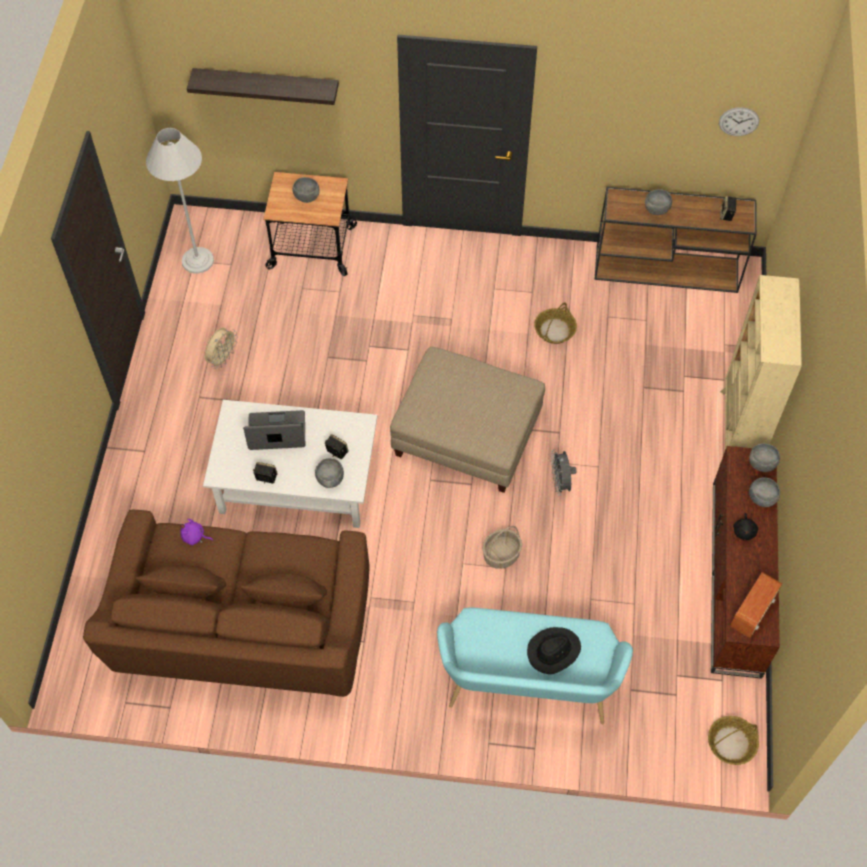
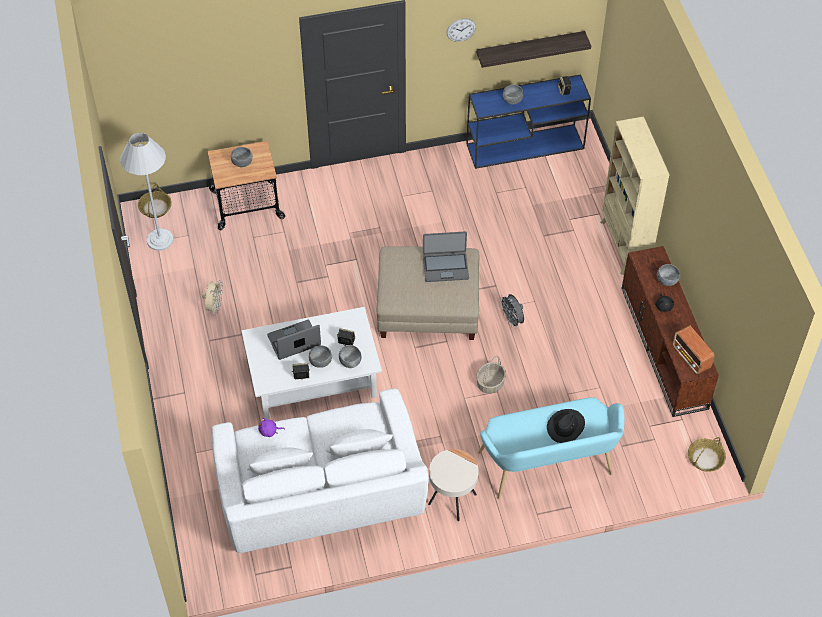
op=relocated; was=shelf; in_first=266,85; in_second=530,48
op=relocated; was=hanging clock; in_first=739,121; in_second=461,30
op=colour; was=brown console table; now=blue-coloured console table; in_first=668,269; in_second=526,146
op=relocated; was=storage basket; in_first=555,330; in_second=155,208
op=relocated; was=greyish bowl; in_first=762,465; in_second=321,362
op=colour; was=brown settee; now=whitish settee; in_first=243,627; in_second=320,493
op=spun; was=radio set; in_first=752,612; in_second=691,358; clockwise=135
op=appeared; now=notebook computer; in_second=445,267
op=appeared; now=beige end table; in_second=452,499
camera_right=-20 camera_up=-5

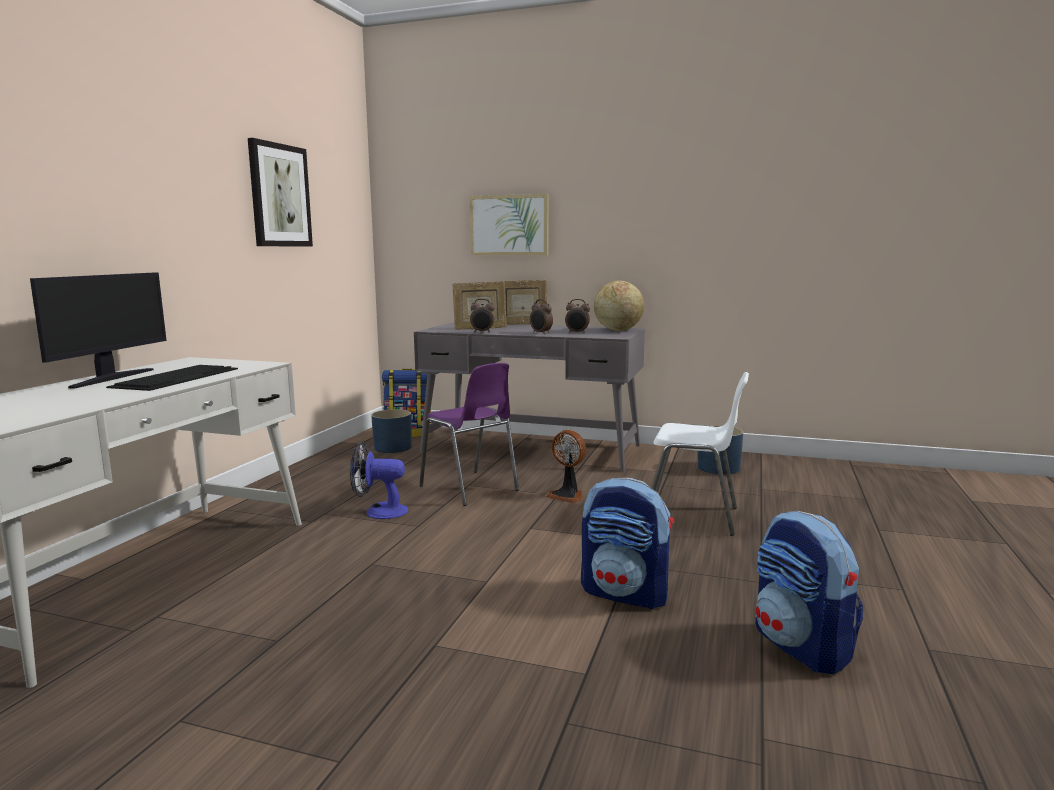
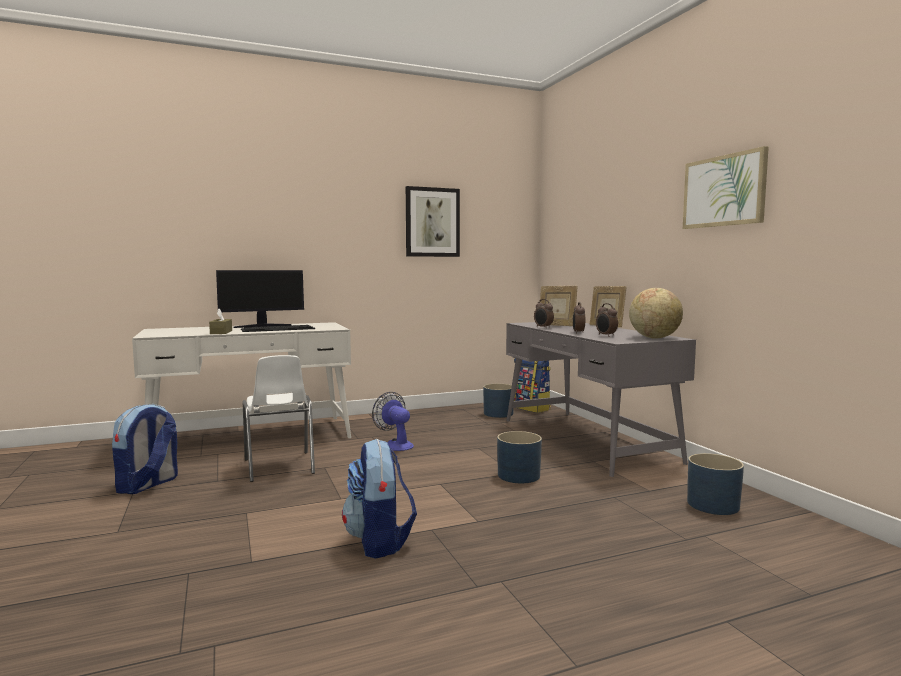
op=relocated; was=wall art; in_first=509,225; in_second=724,191
op=missing; was=purplish plain chair; in_first=470,489
op=relocated; was=whitish plain chair; in_first=693,517; in_second=279,467
op=exchanged; was=cooling fan; now=blue-coloured planter; in_first=567,495; in_second=519,476
op=relocated; was=knapsack; in_first=802,647; in_second=147,485
op=appeared; now=brown tissue box; in_second=221,332
camera_right=50 camera_up=-5

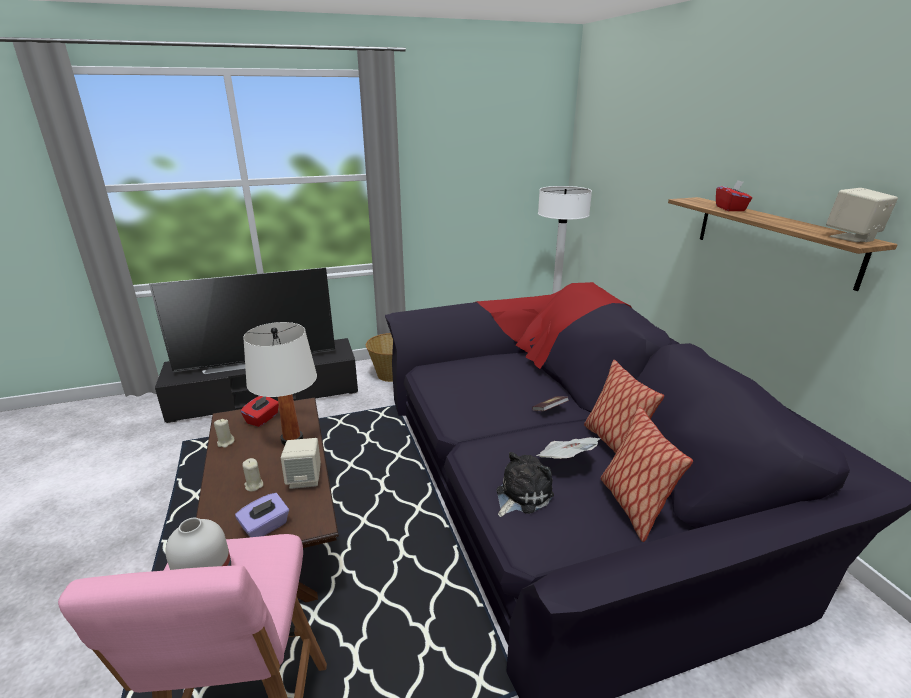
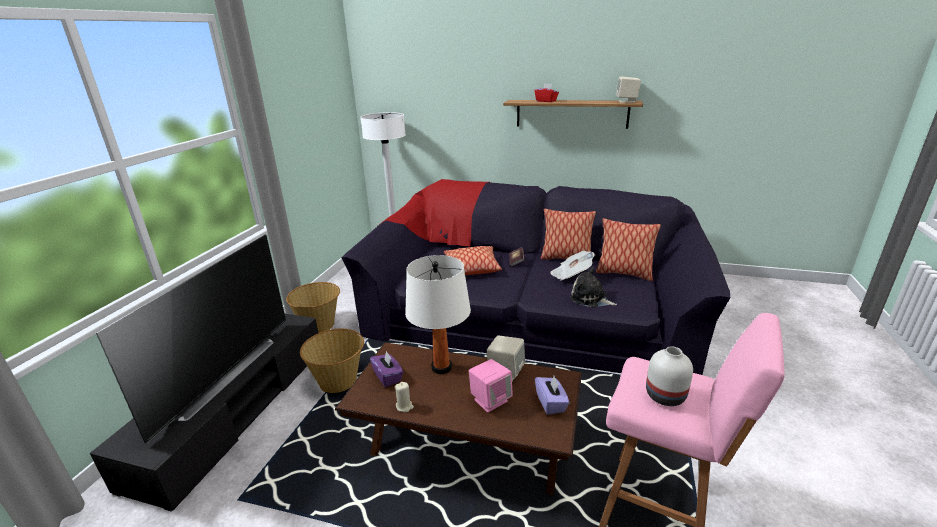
op=colour; was=red tissue box; now=purplish tissue box; in_first=262,419; in_second=388,377
op=spun; was=cuddly toy; in_first=521,495; in_second=590,299; clockwise=-45
op=exchanged; was=beige wax candle; now=pink-coloured speaker; in_first=254,485; in_second=490,400
op=appeared; now=cushion; in_second=471,268
op=appeared; now=storage basket; in_second=338,381
camera_right=-55 camera_up=0

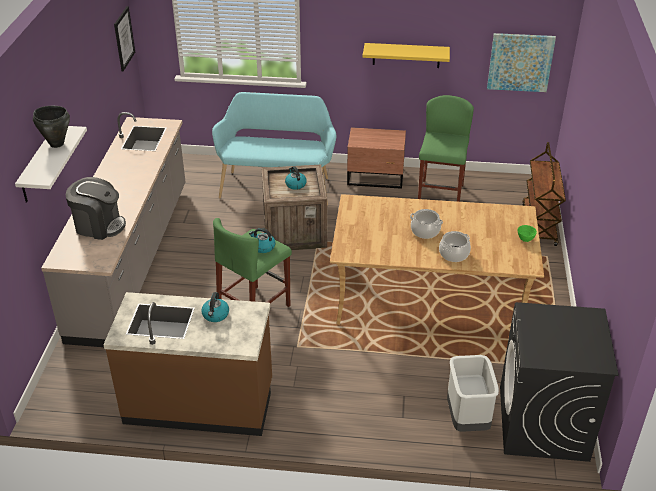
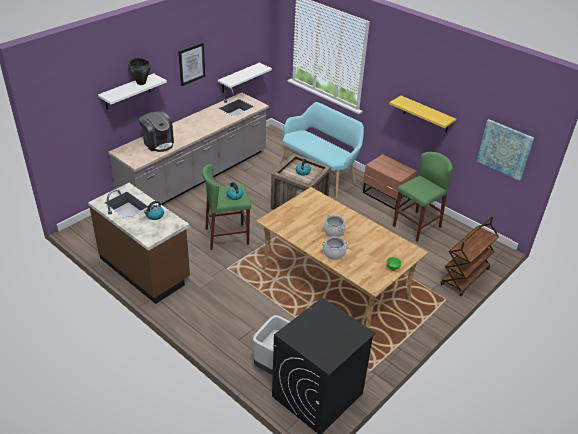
op=relocated; was=wall art; in_first=124,38; in_second=191,64
op=appeared; now=whitish shelf; in_second=239,78
camera_right=35 camera_up=0

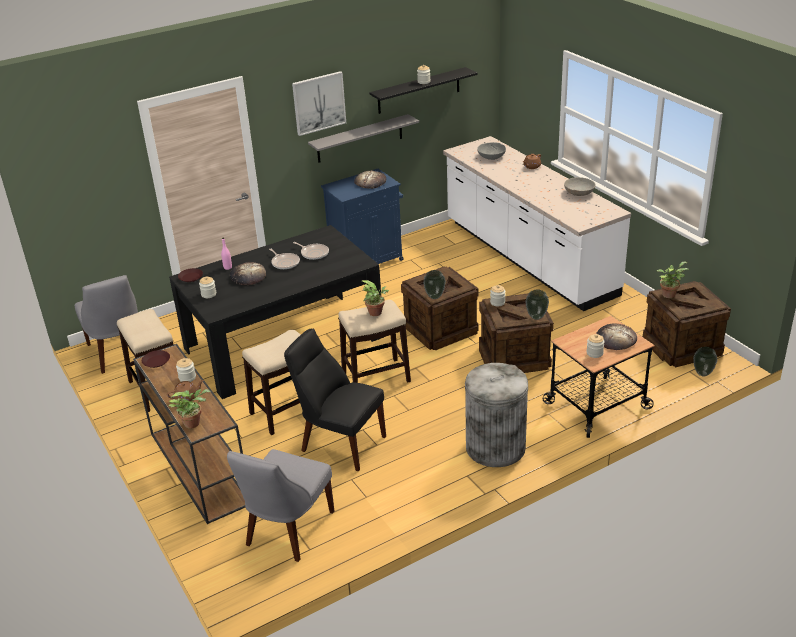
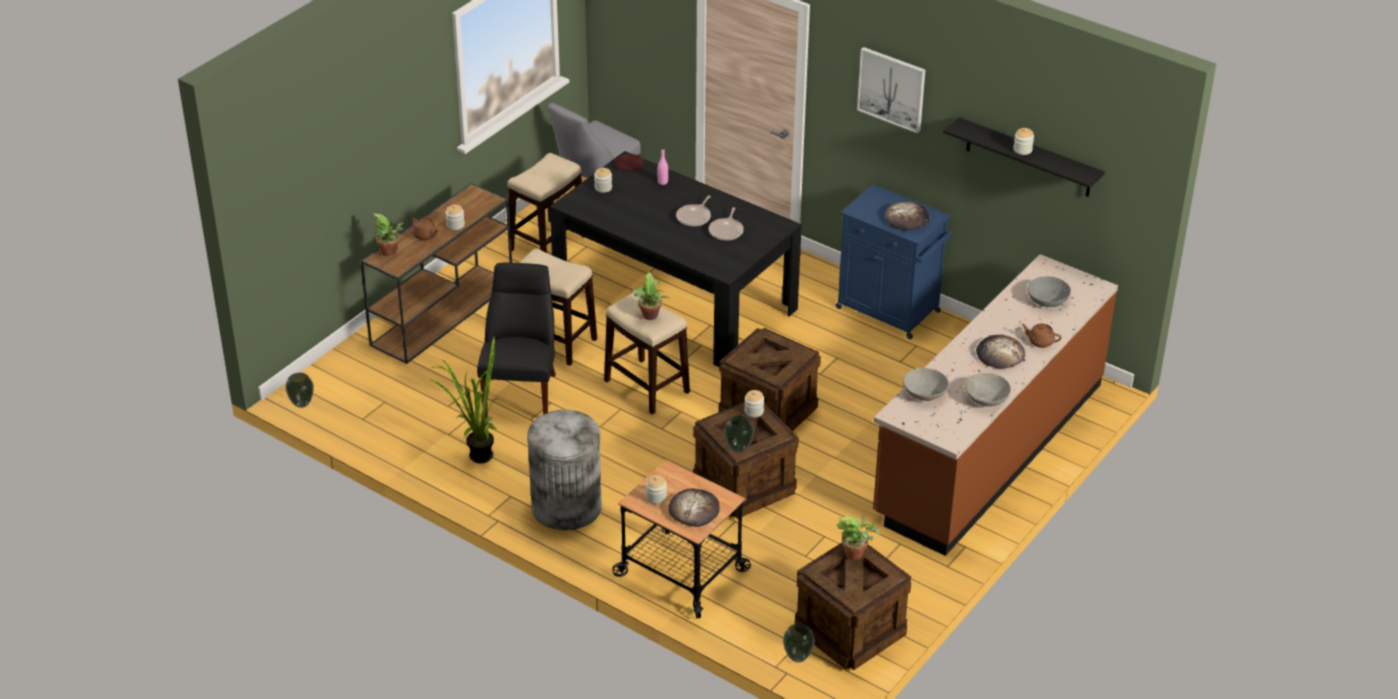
op=missing; was=greyish shelf; in_first=360,138
op=colour; was=whitish counter; now=brown counter; in_first=528,258; in_second=988,449
op=relocated; was=bread; in_first=248,276; in_second=1000,354
op=relocated; was=decorative vase; in_first=435,297; in_second=301,404
op=missing; was=brown flat dish; in_first=156,361
op=missing; was=greyish plain chair; in_first=287,531
op=appeared; now=houseplant; in_second=475,456
op=appeared; now=greyish bowl; in_second=925,393
camera_right=65 camera_up=5

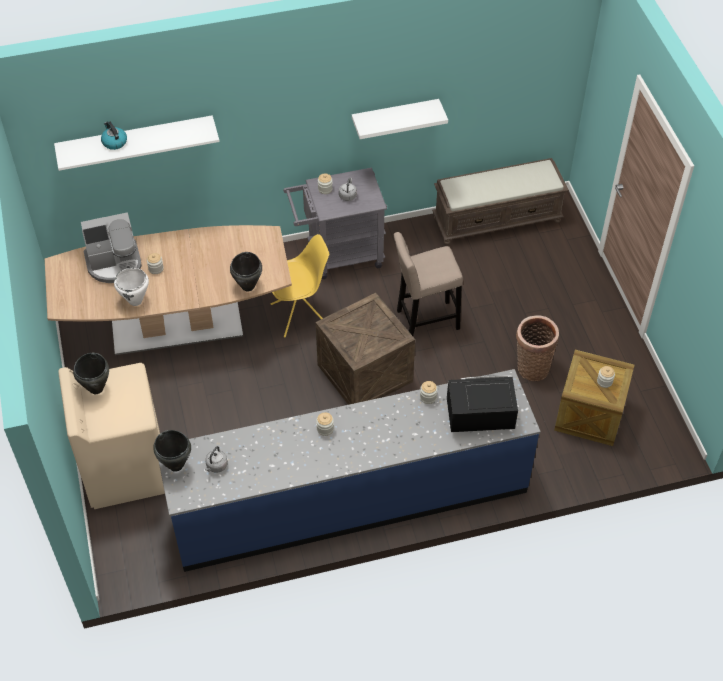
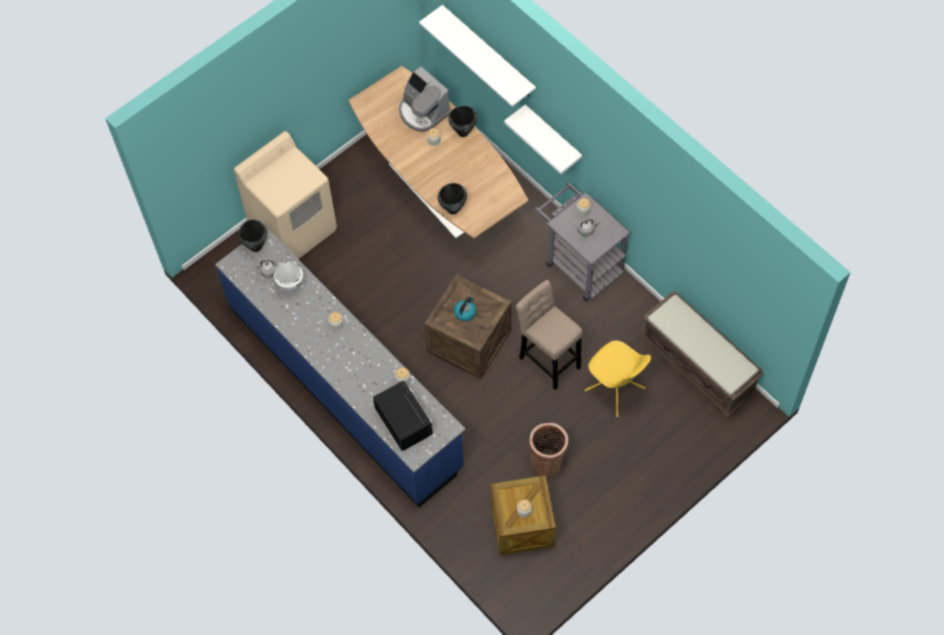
op=relocated; was=whitish shelf; in_first=395,116; in_second=553,136
op=relocated; was=water kettle; in_first=114,142; in_second=465,312
op=relocated; was=yellow-coloured plain chair; in_first=300,314; in_second=615,390
op=relocated; was=whitish stockpot; in_first=136,301; in_second=291,287
op=relocated; was=black stockpot; in_first=96,388; in_second=462,132
camera_right=65 camera_up=10

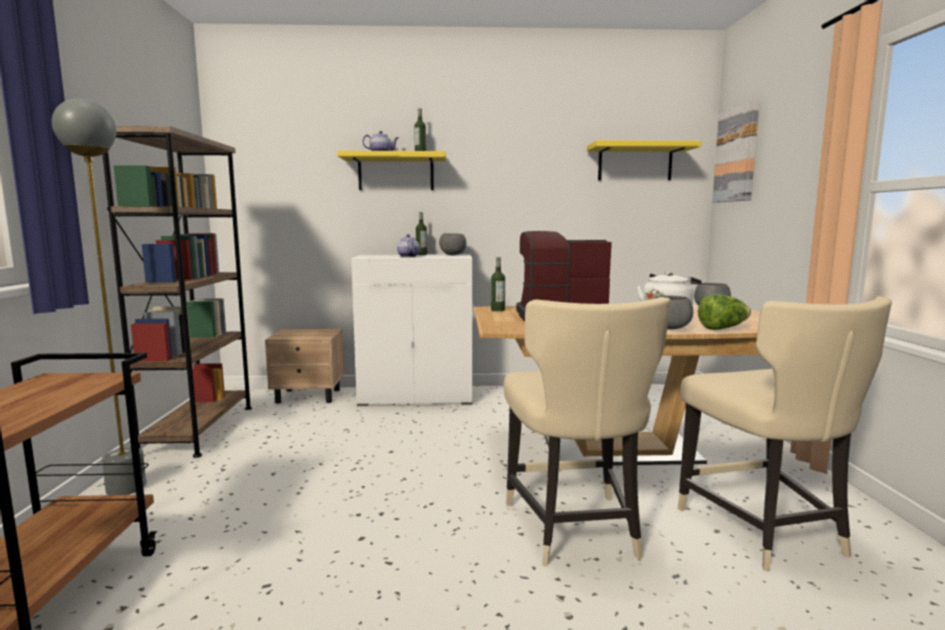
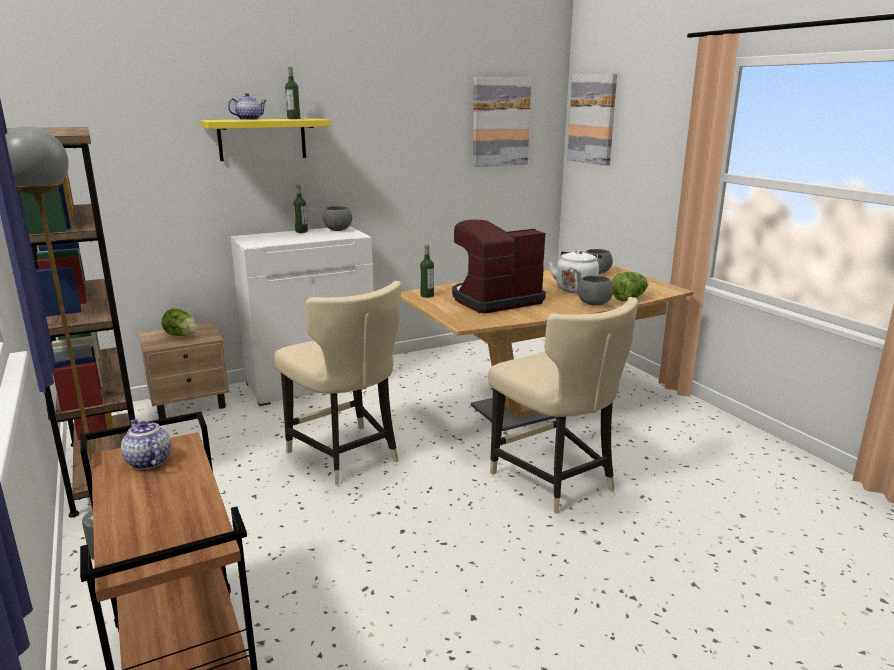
op=exchanged; was=yellow-coloured shelf; now=wall art; in_first=635,163; in_second=500,122
op=relocated; was=tea pot; in_first=408,256; in_second=147,461
op=relocated; was=beige plain chair; in_first=764,531; in_second=346,456
op=appeared; now=lettuce head; in_second=182,335
camera_right=-25 camera_up=10

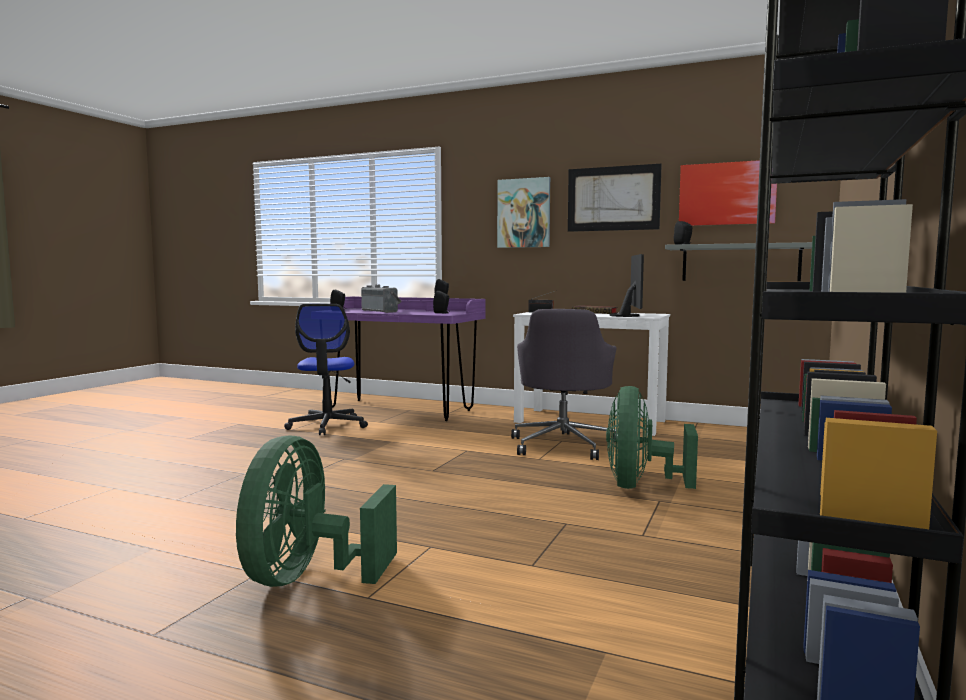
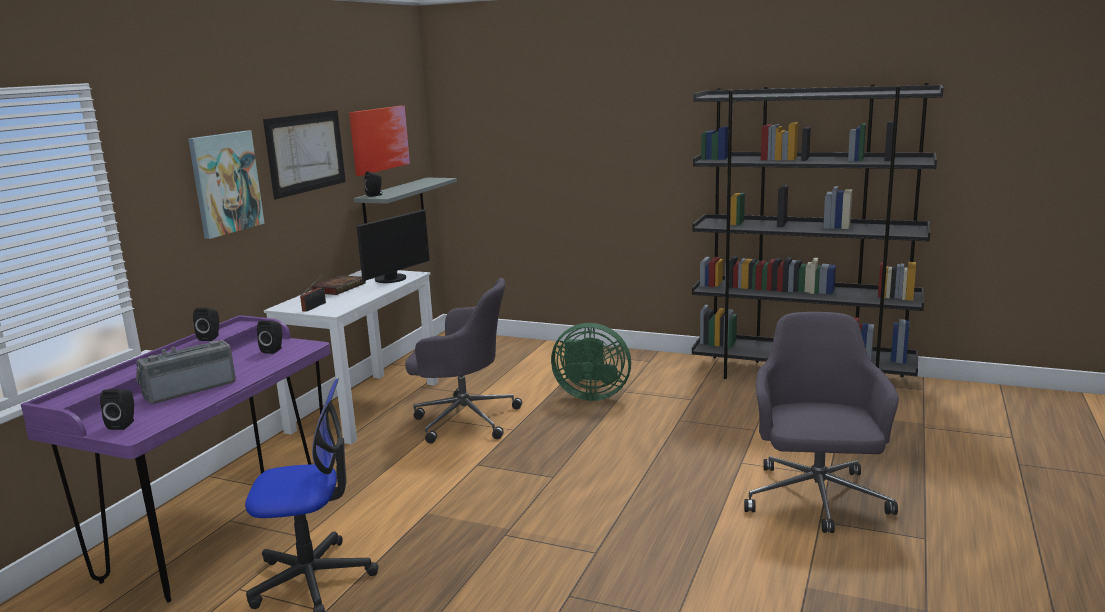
op=spun; was=computer screen; in_first=628,315; in_second=393,279; clockwise=120
op=exchanged; was=greenish cooling fan; now=greyish desk chair; in_first=308,577; in_second=816,500
camera_right=-90 camera_up=10

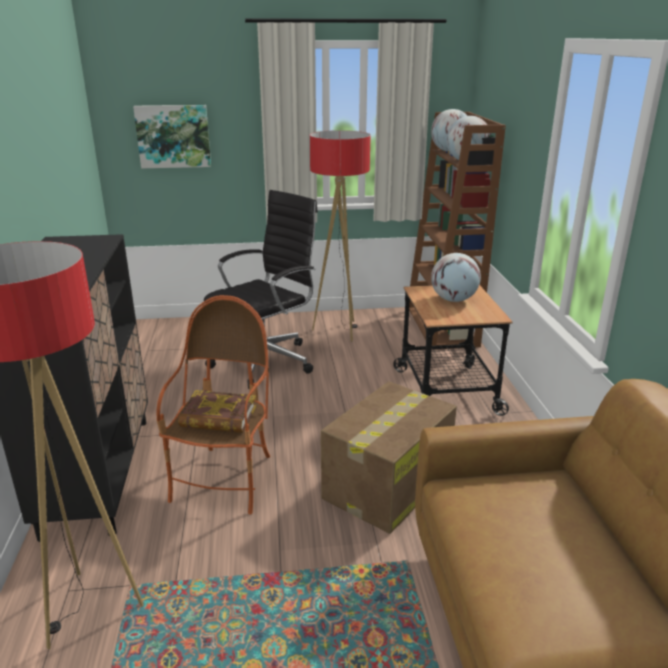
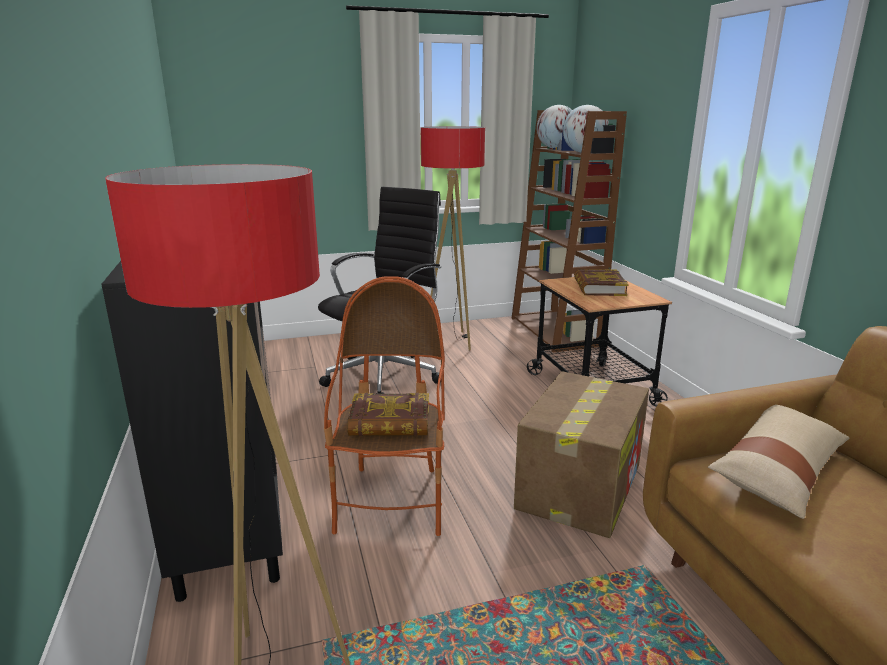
op=missing; was=wall art; in_first=173,136
op=exchanged; was=globe; now=bound book; in_first=453,300; in_second=598,287
op=appeared; now=beige cushion; in_second=778,471
camera_right=-10 camera_up=-5

